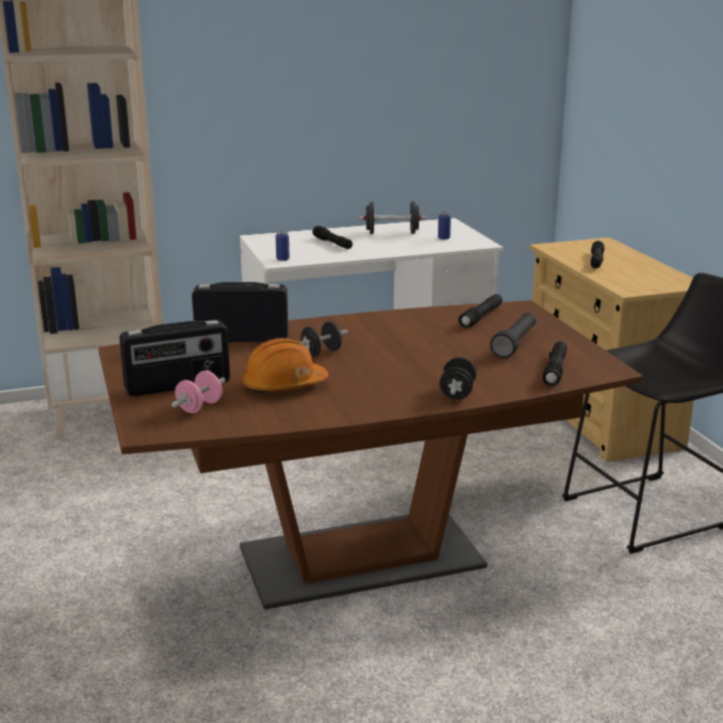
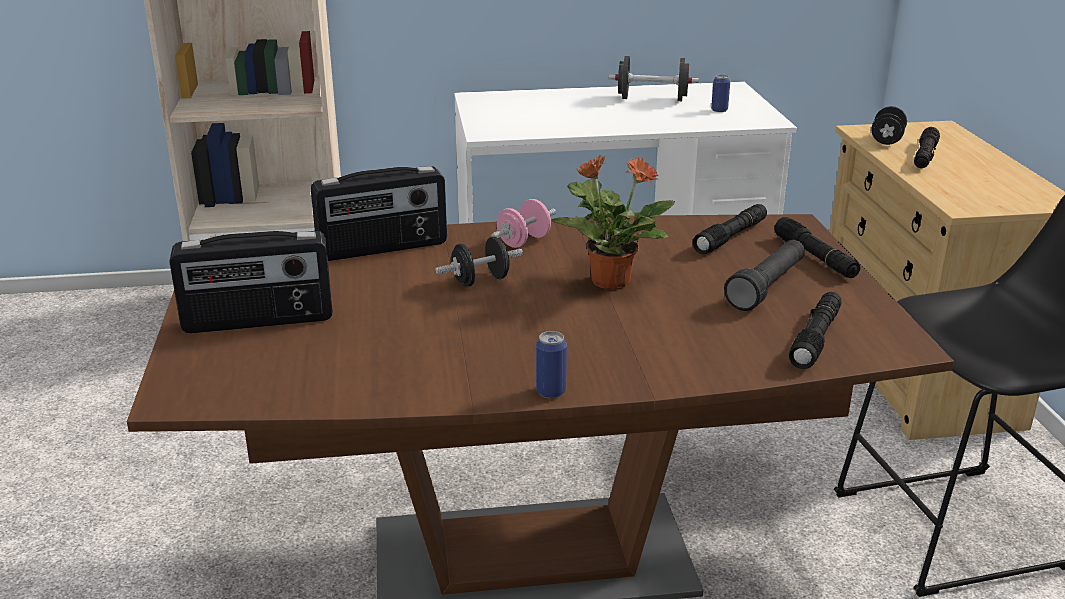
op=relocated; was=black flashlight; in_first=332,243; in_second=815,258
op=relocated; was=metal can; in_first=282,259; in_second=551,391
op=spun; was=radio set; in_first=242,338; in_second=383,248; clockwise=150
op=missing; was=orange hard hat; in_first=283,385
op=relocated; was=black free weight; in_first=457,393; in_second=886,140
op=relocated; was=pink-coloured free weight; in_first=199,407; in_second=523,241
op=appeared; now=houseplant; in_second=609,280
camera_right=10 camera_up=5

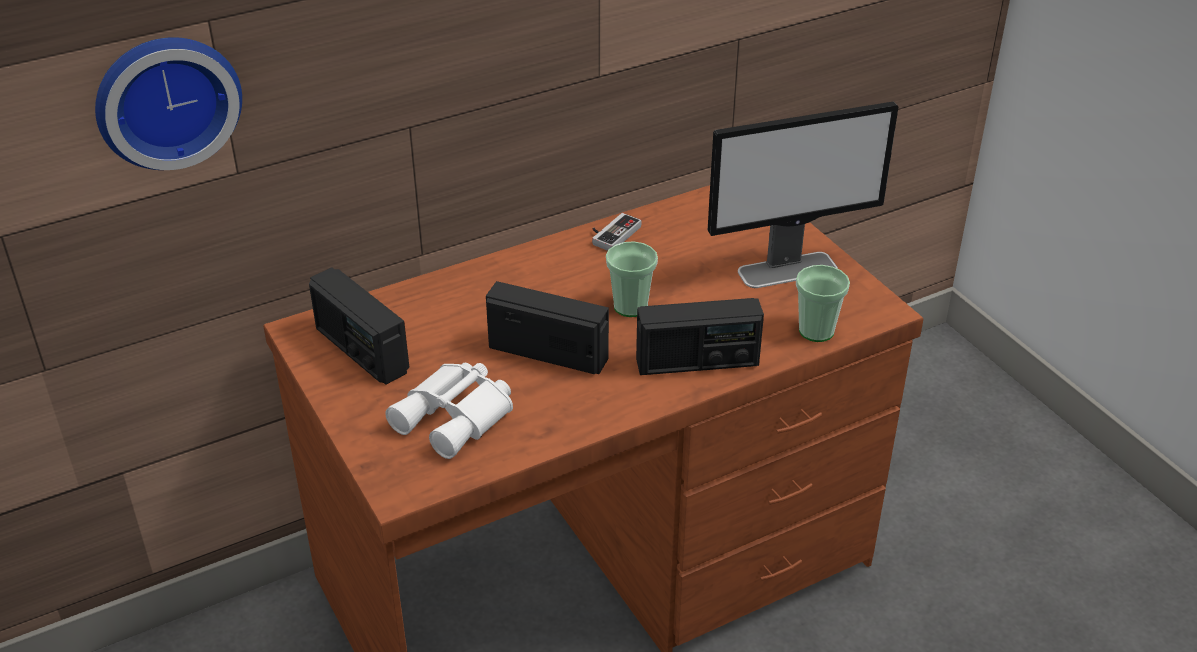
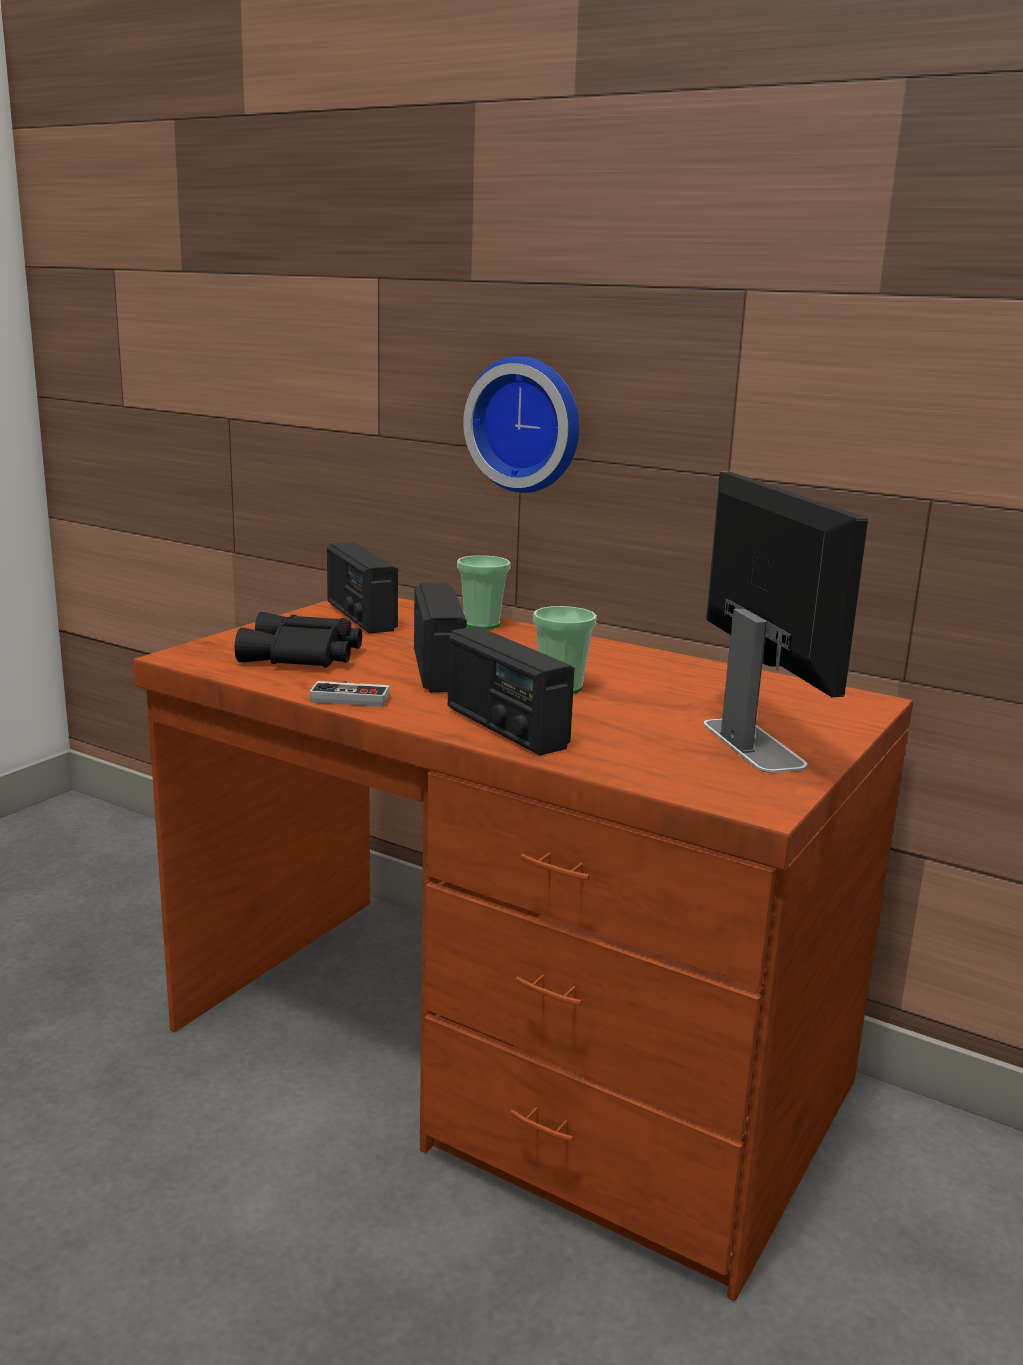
op=relocated; was=hanging clock; in_first=166,99; in_second=527,424
op=spun; was=computer screen; in_first=788,270; in_second=752,744; clockwise=-150
op=relocated; was=gamepad; in_first=612,234; in_second=351,696
op=relocated; was=cup; in_first=816,331; in_second=482,624
op=spun; was=radio set; in_first=361,350; in_second=360,617; clockwise=-45
op=colour; was=whitish field glasses; now=black field glasses; in_first=457,417; in_second=303,657
camera_right=60 camera_up=-20

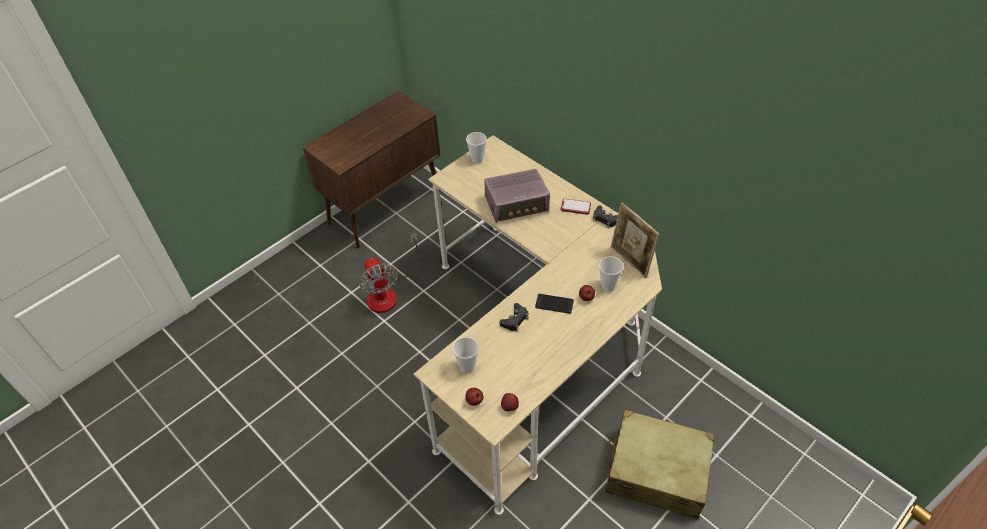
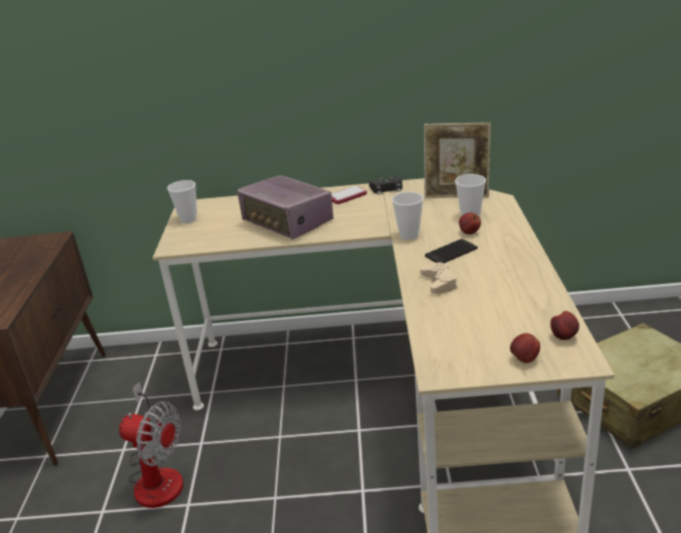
op=spun; was=radio set; in_first=517,205; in_second=288,222; clockwise=105
op=colour; was=black gamepad; now=beige gamepad; in_first=515,320; in_second=439,283
op=relocated; was=cup; in_first=467,366; in_second=409,235
camera_right=-45 camera_up=-20

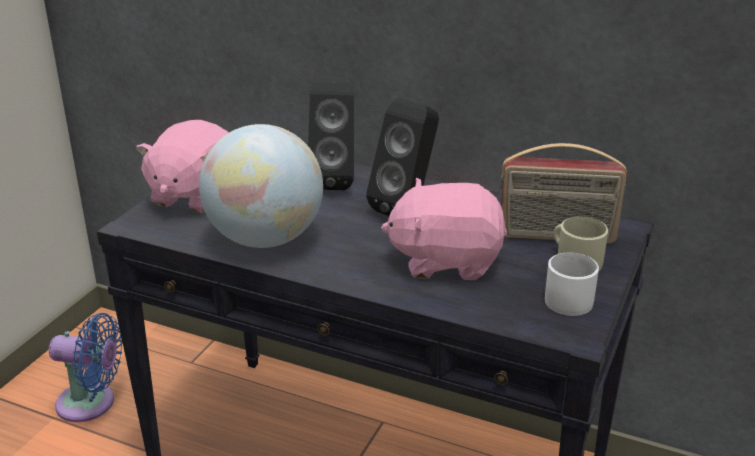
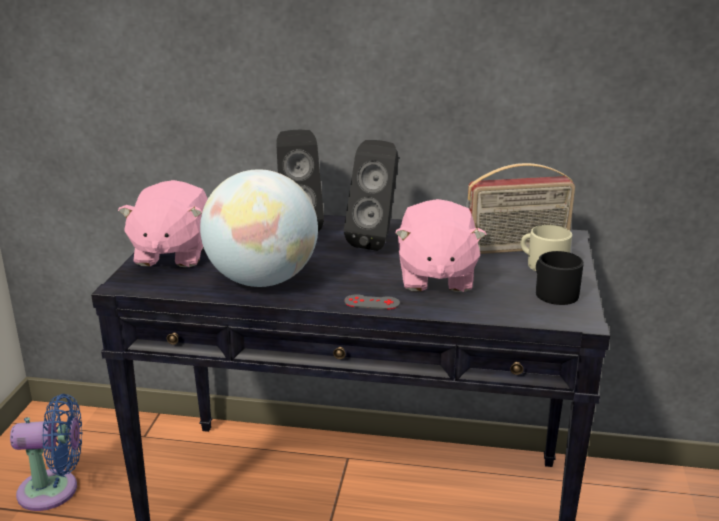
op=spun; was=pink-coloured cuddly toy; in_first=445,260; in_second=435,277; clockwise=-75
op=colour; was=whitish tea mug; now=black tea mug; in_first=565,298; in_second=553,292
op=appeared; now=greyish gamepad; in_second=372,302
camera_right=-15 camera_up=-5

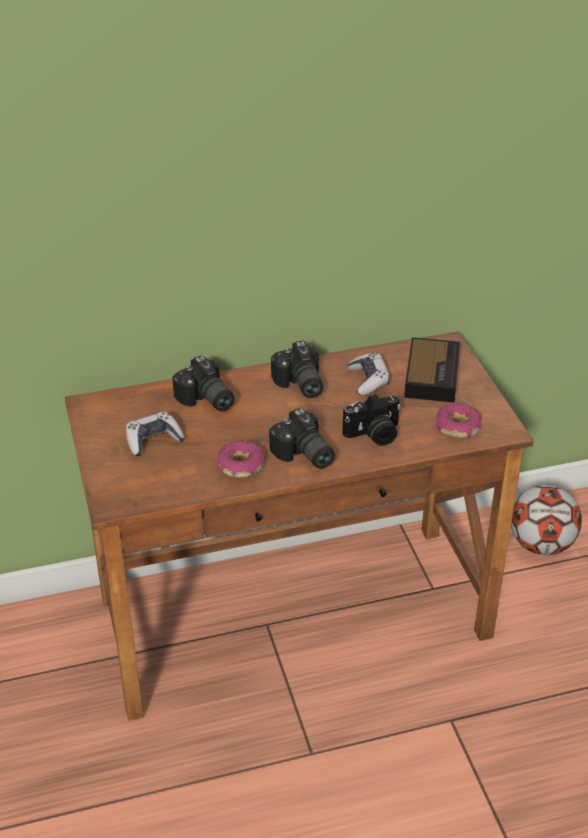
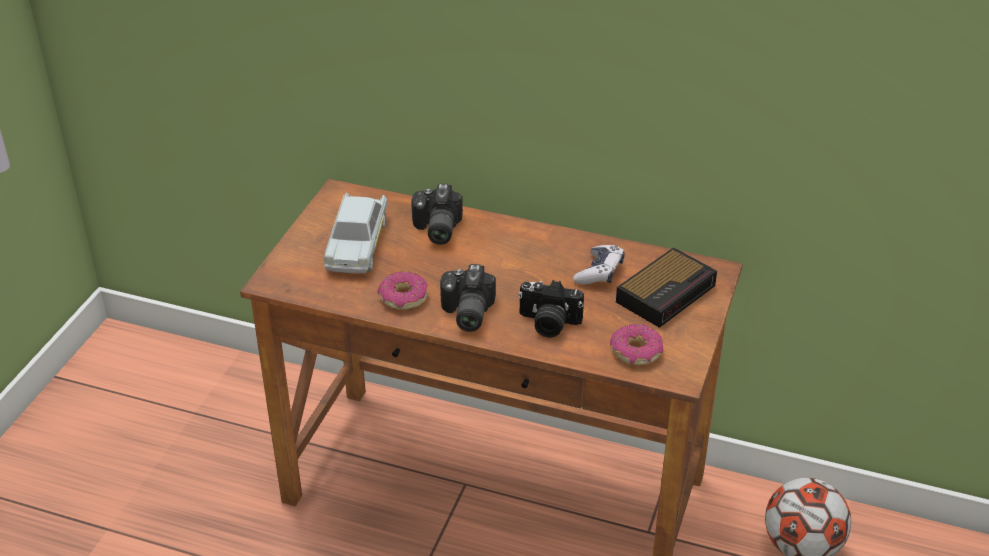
op=missing; was=still camera; in_first=299,385
op=exchanged; was=gamepad; now=whitish miniature car; in_first=153,440; in_second=357,244
camera_right=35 camera_up=0

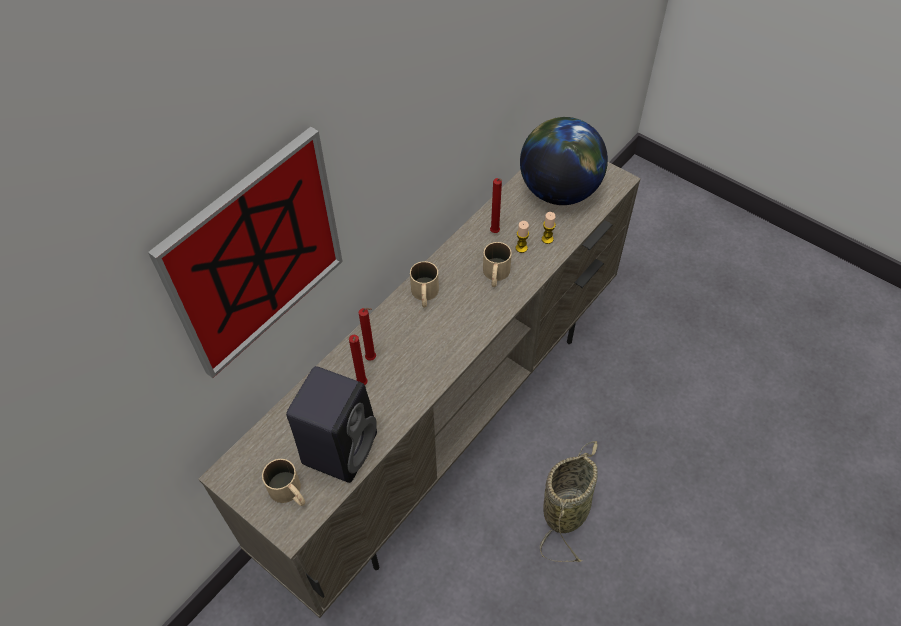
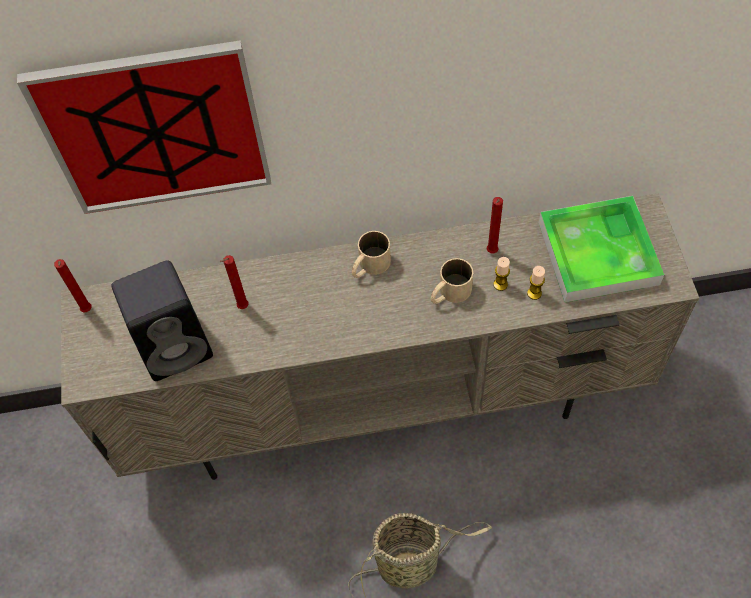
op=exchanged; was=globe; now=carrying tray; in_first=559,191; in_second=597,253
op=relocated; was=red wax candle; in_first=372,359; in_second=87,311
op=missing; was=beige tea mug; in_first=290,493
camera_right=45 camera_up=5

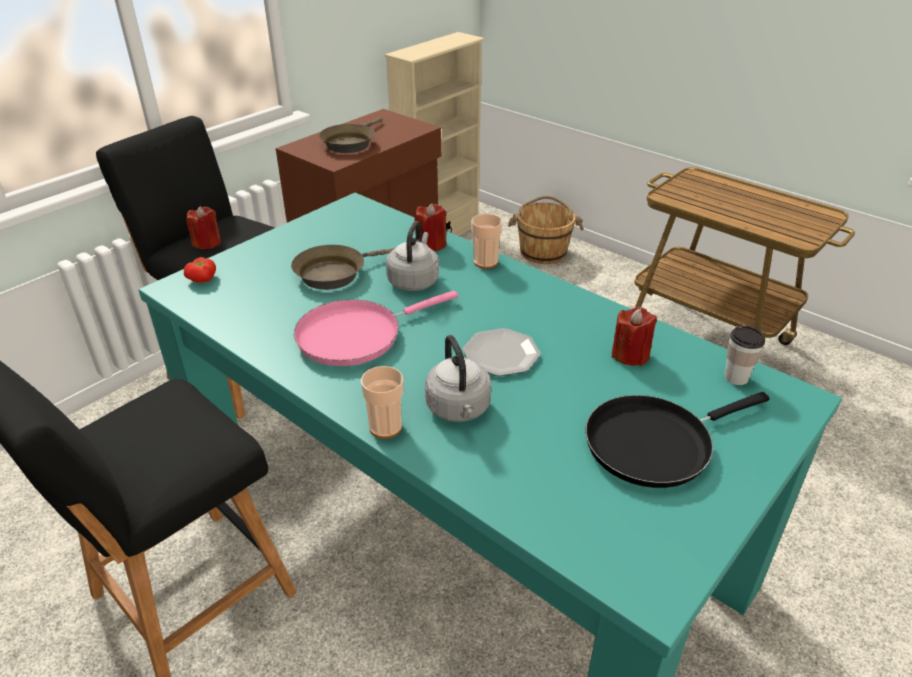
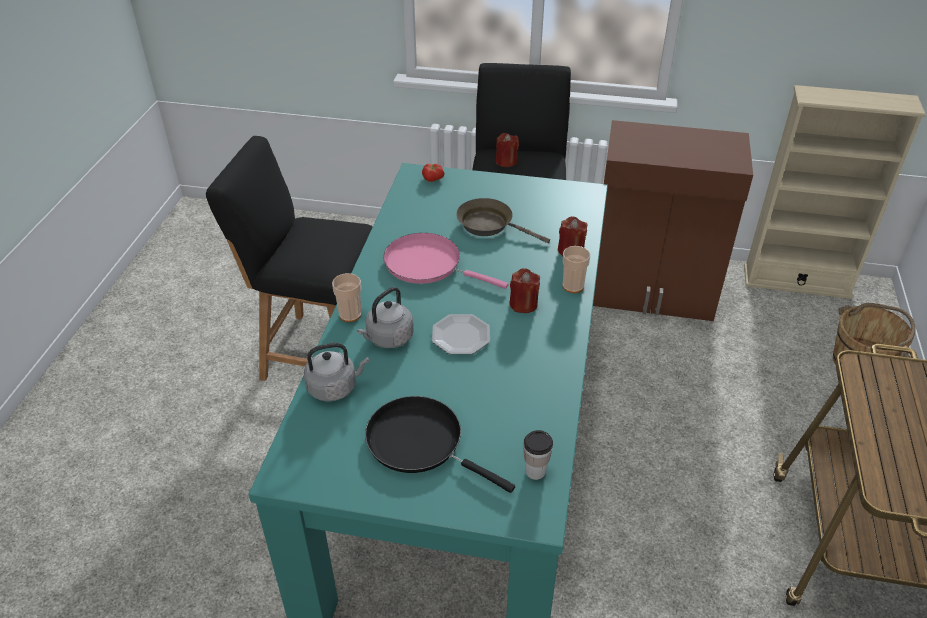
op=missing; was=brown pan; in_first=350,143
op=relocated; was=greyish water kettle; in_first=414,280; in_second=335,387
op=relocated; was=red wax candle; in_first=630,355; in_second=523,304
camera_right=60 camera_up=5

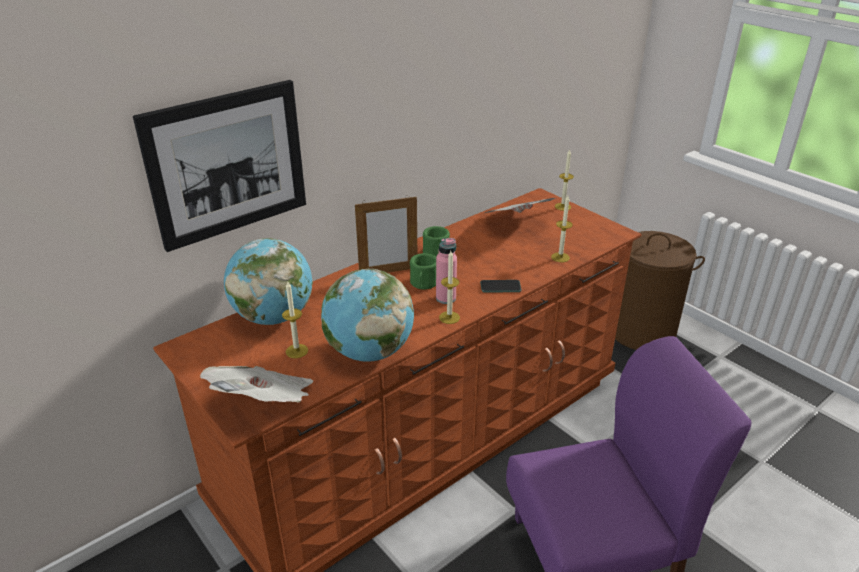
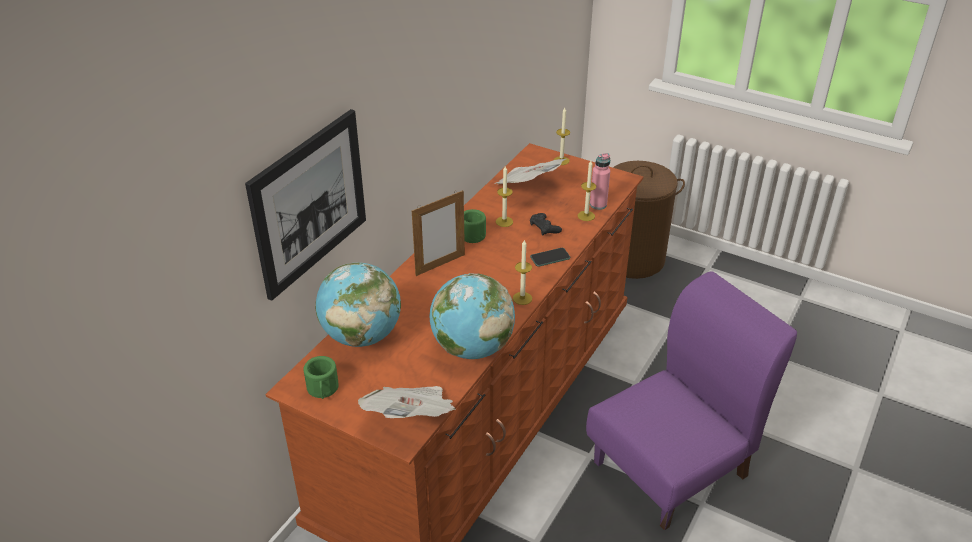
op=relocated; was=pink-coloured beverage bottle; in_first=446,298; in_second=598,205
op=relocated; was=greenish tea mug; in_first=423,284; in_second=323,390
op=relocated; was=wax candle; in_first=297,351; in_second=504,221
op=appeared; now=black gamepad; in_second=544,228
camera_right=-20 camera_up=5

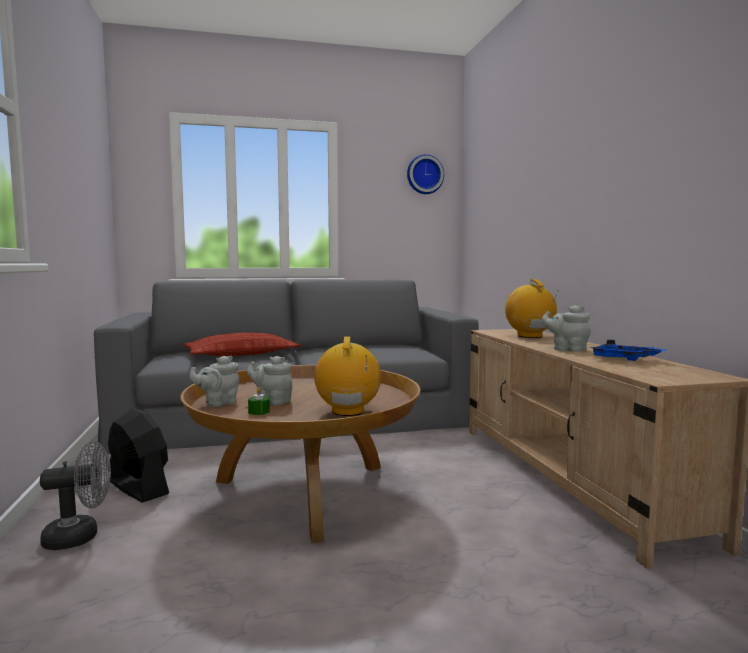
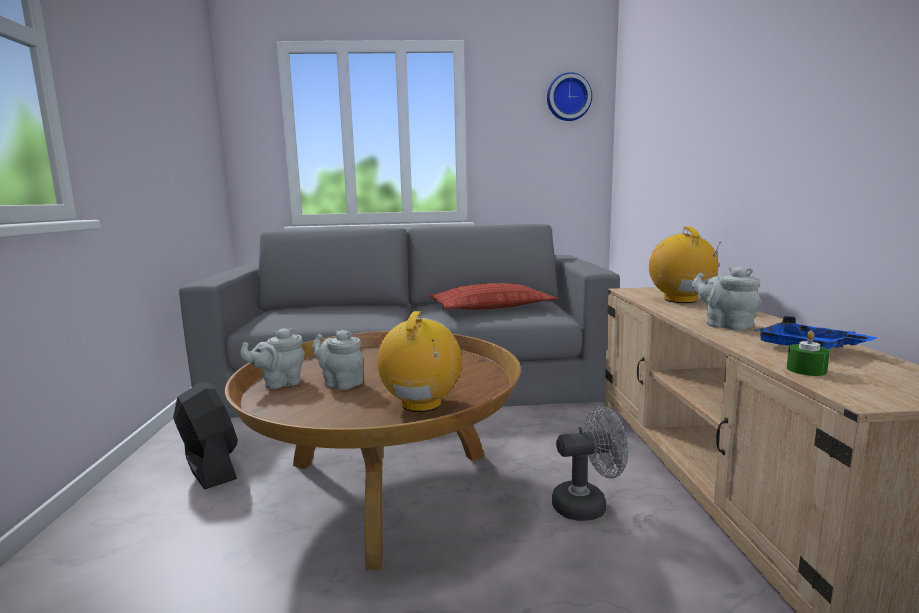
op=relocated; was=cushion; in_first=242,354; in_second=491,307
op=relocated; was=greenish wax candle; in_first=259,412; in_second=806,370
op=relocated; was=greyish cooling fan; in_first=80,536; in_second=587,505
camera_right=10 camera_up=5

